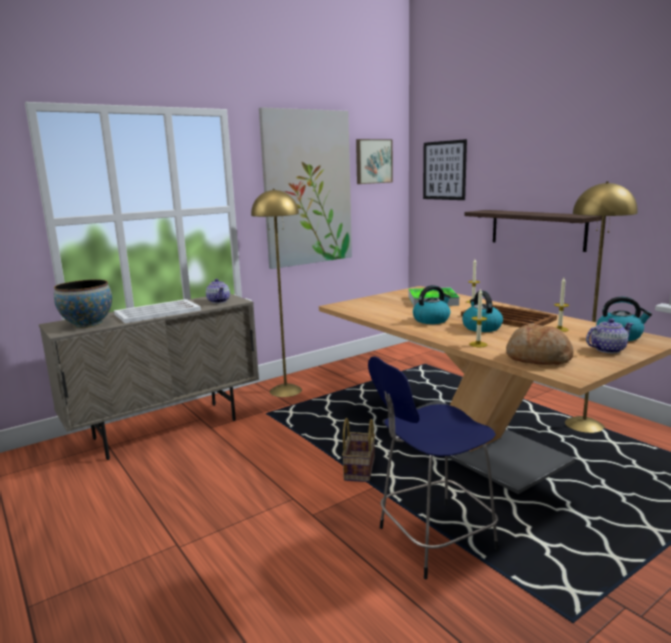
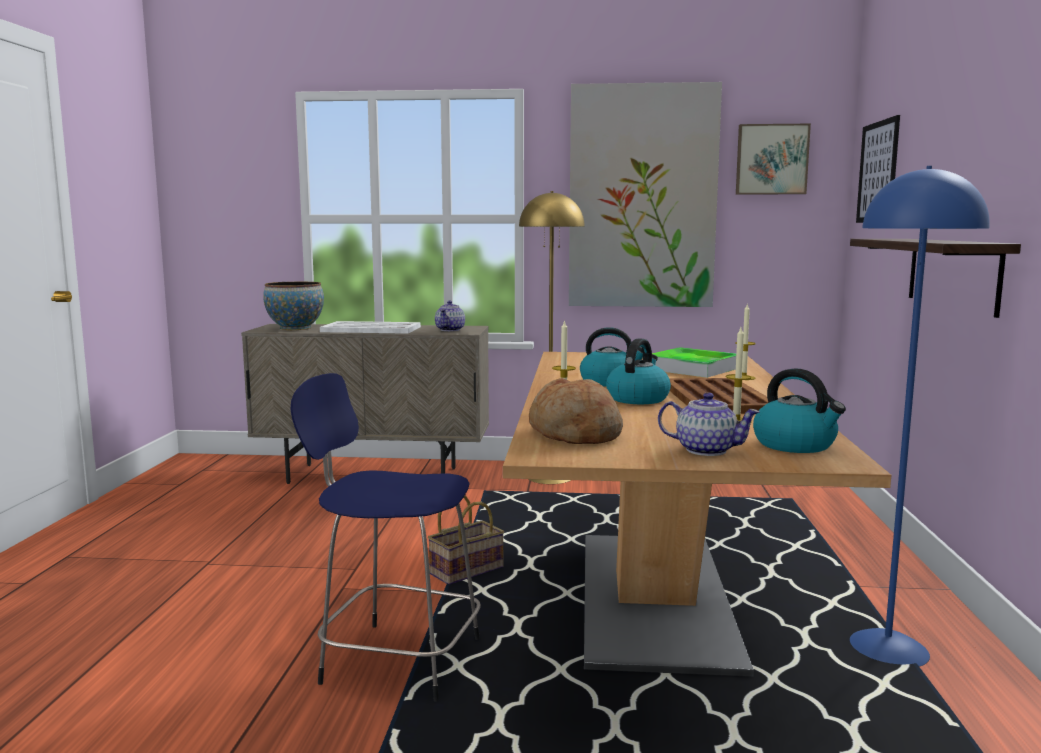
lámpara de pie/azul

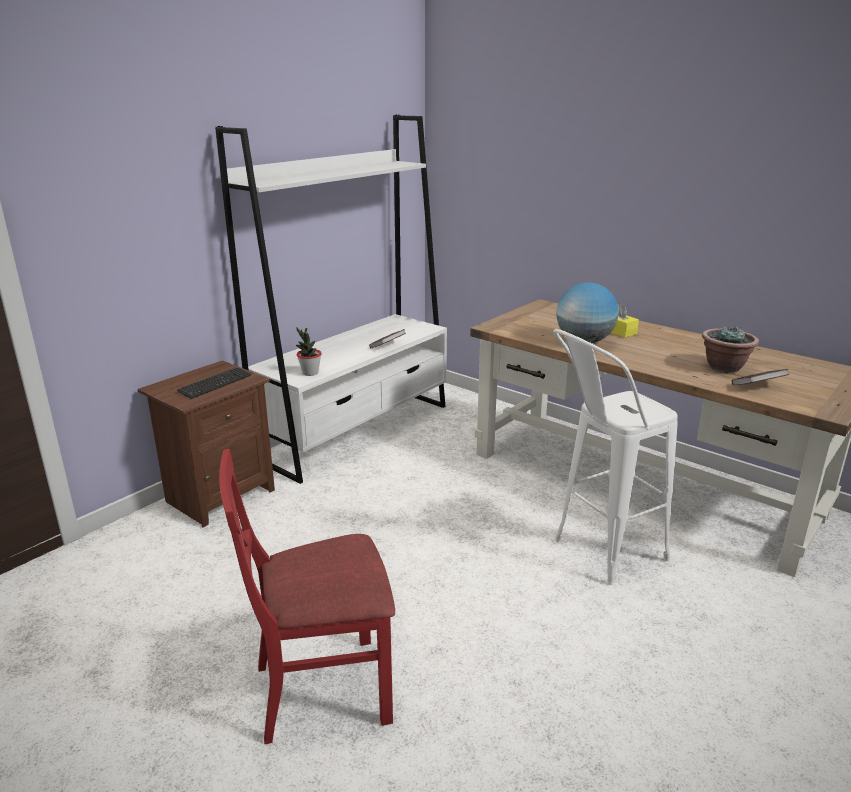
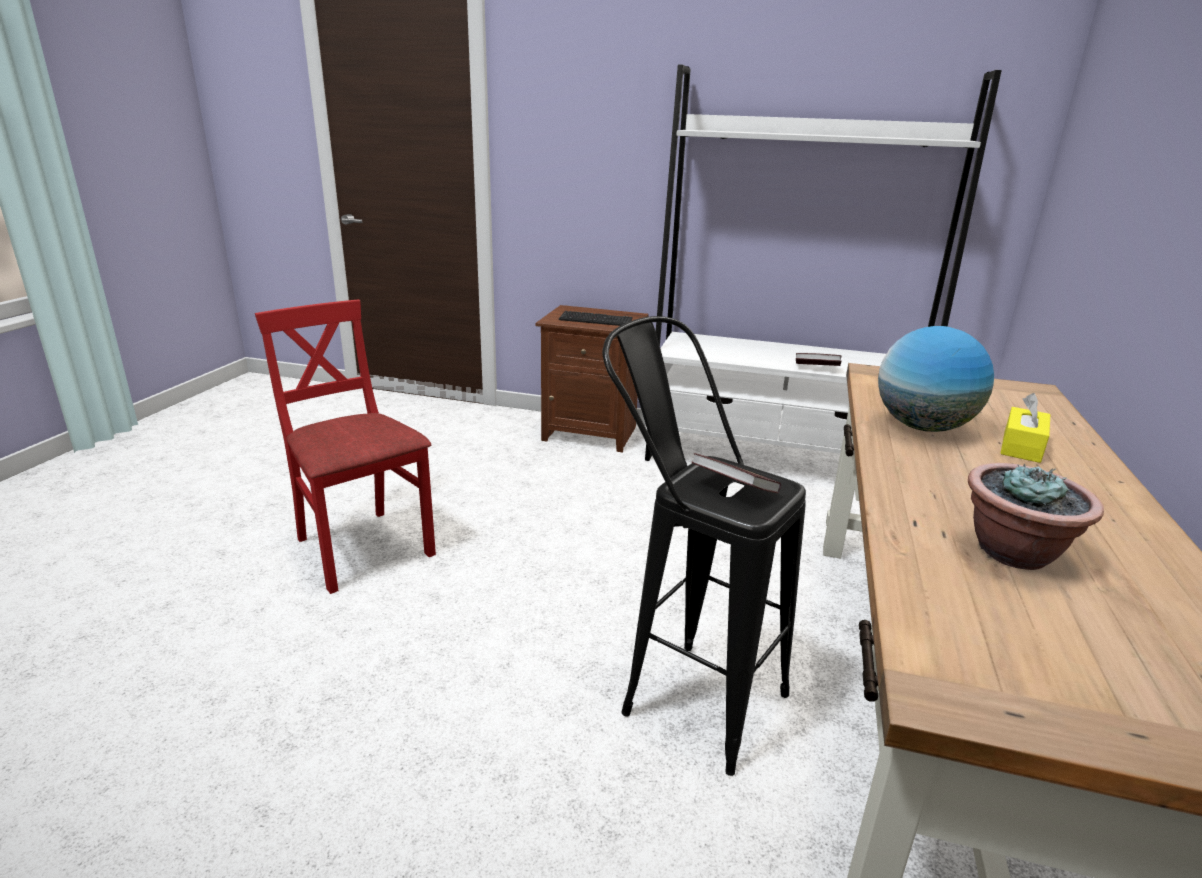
taburete/negro
libro (no. 1 from left)
planta en maceta (no. 1 from left in the first image)

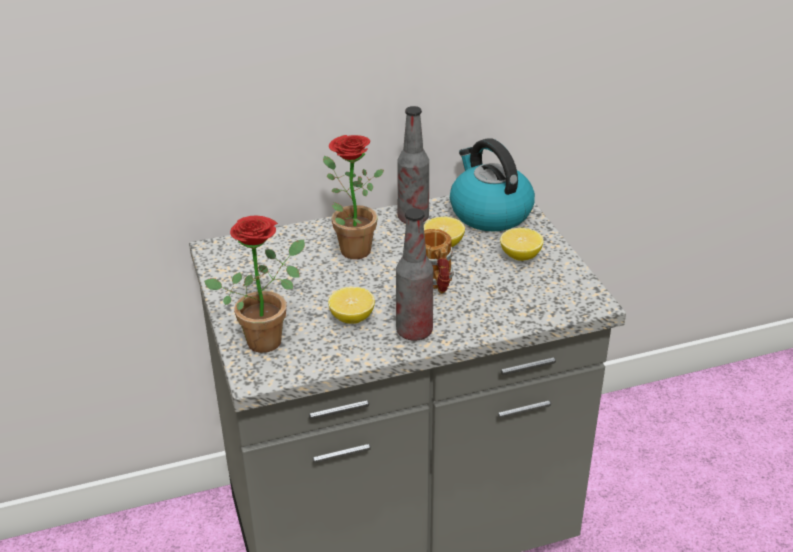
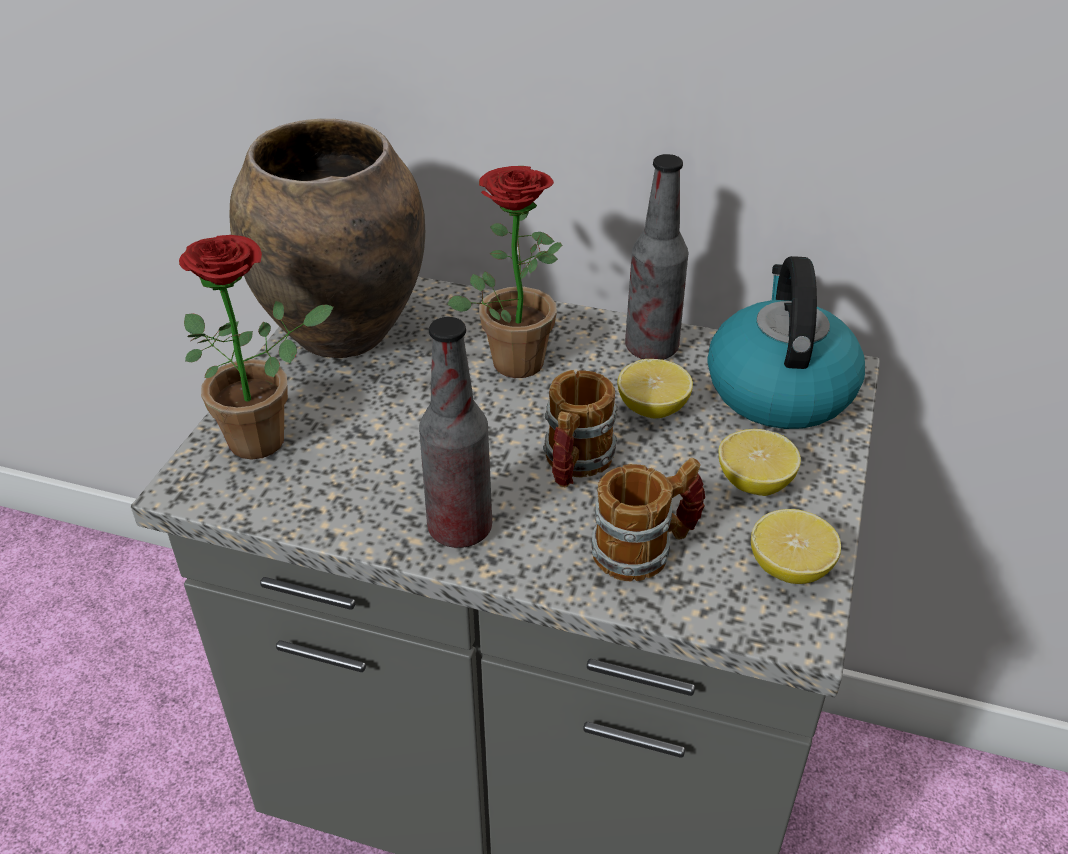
florero/marrón
taza grande (no. 2 from left)
limón (no. 3 from left)

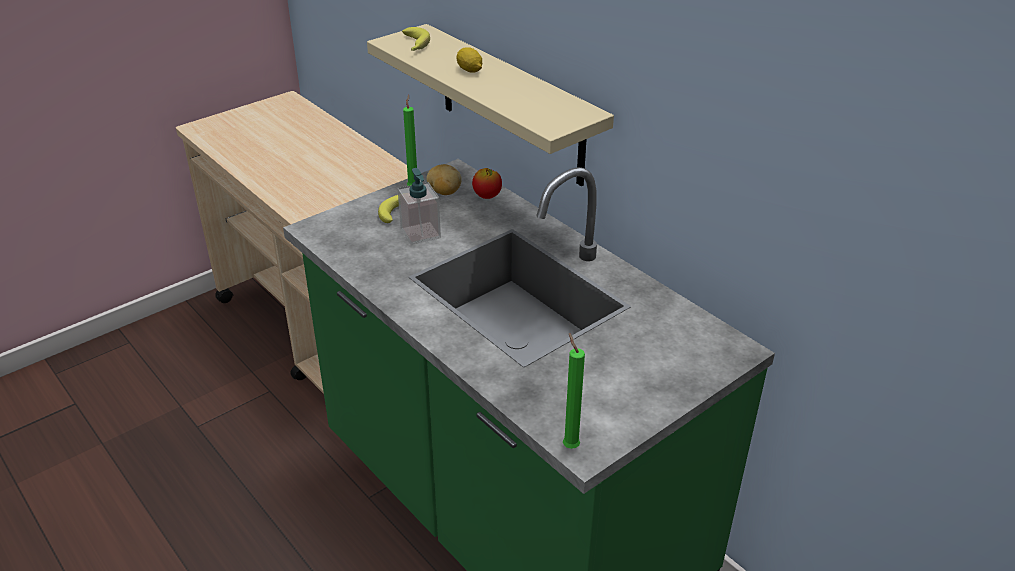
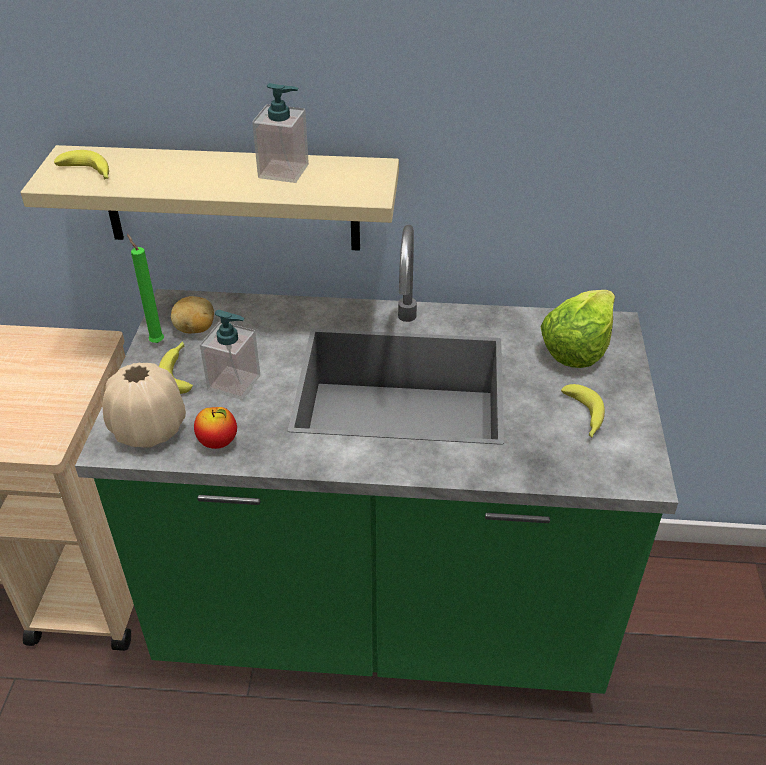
florero/beis
manzana
dispensador de jabón (no. 2 from left)
lechuga
plátano (no. 3 from left)
limón
vela/verde (no. 2 from left in the first image)

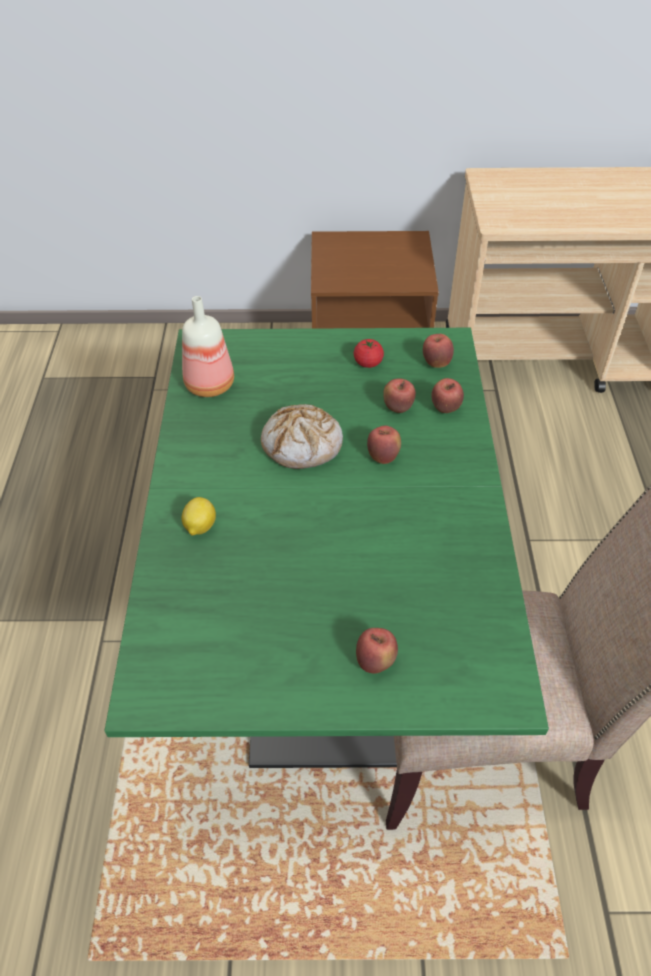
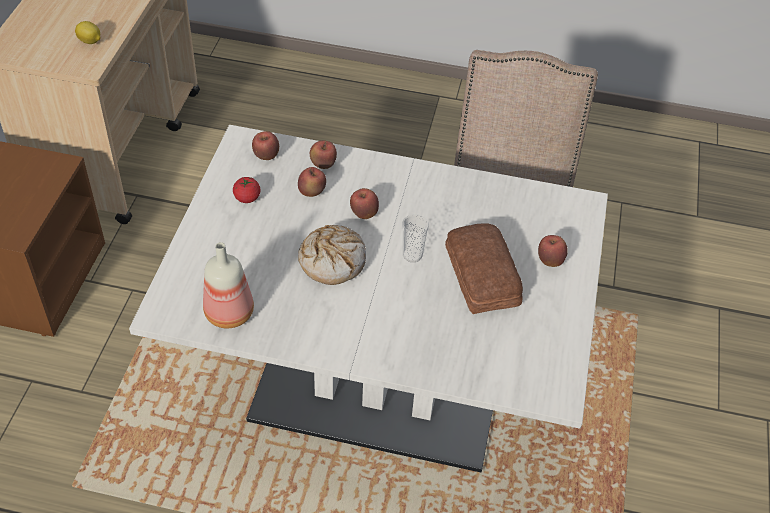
limón
mesa de comedor/blanco
taza
pan (no. 2 from left)

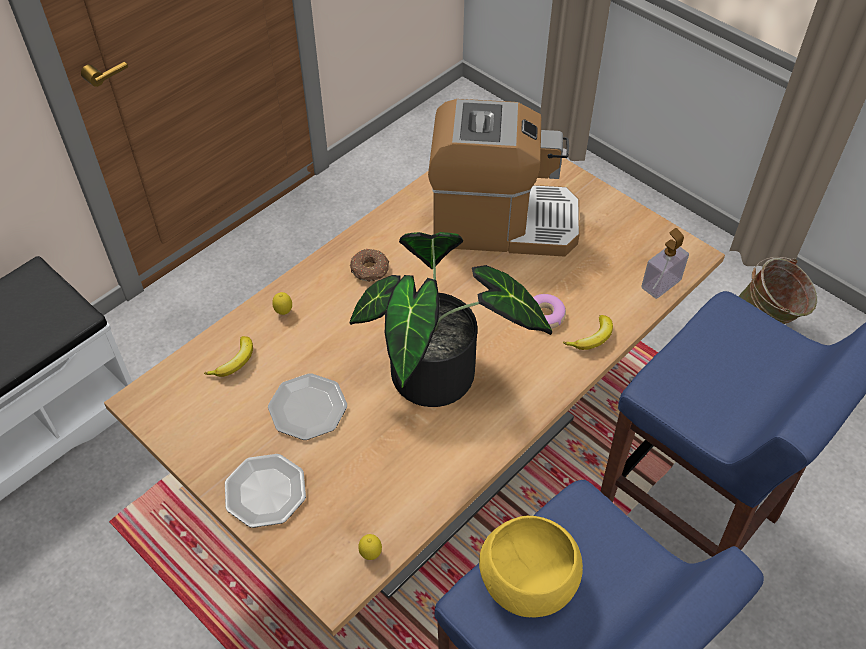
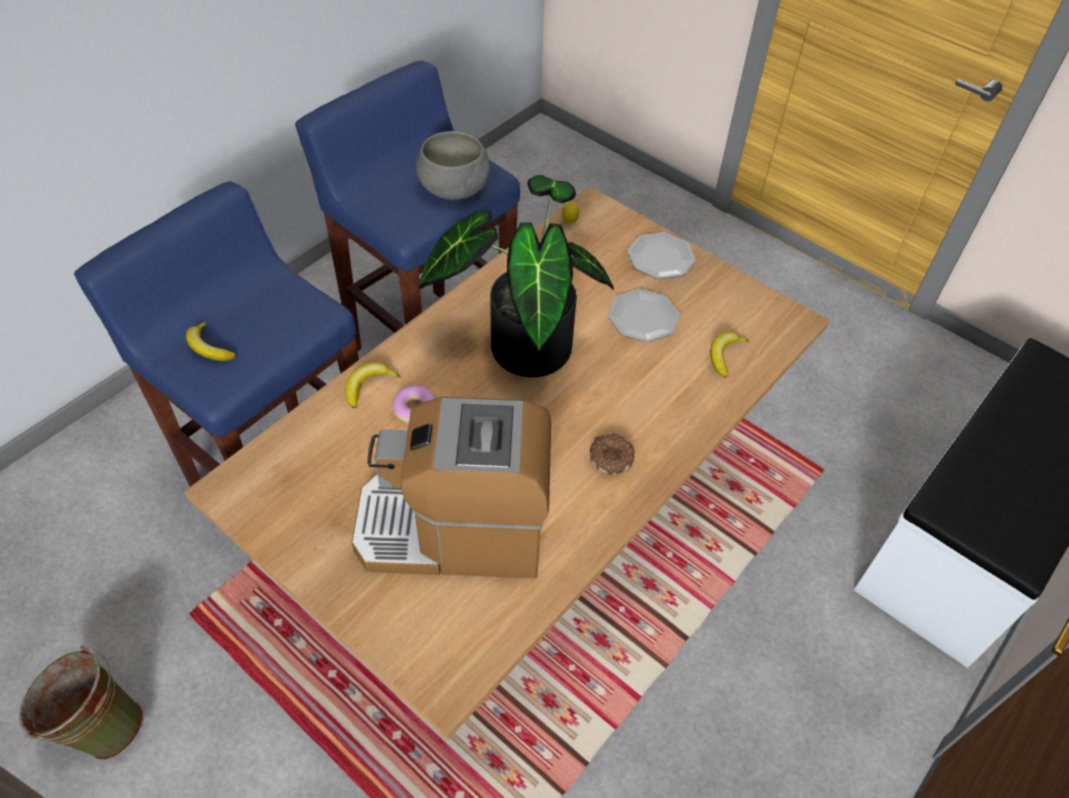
plátano (no. 1 from left)
cuenco/gris
limón (no. 1 from left in the first image)
dispensador de jabón

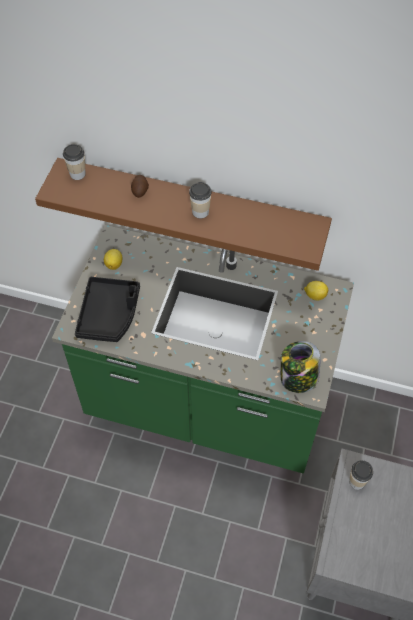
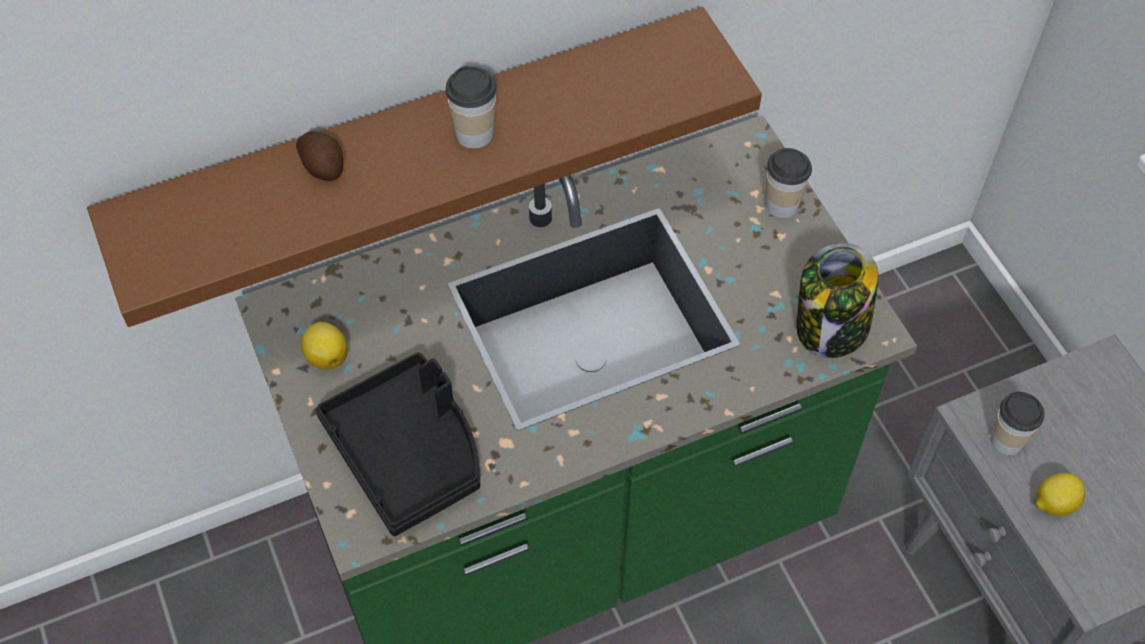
taza (no. 2 from left)
limón (no. 2 from left)

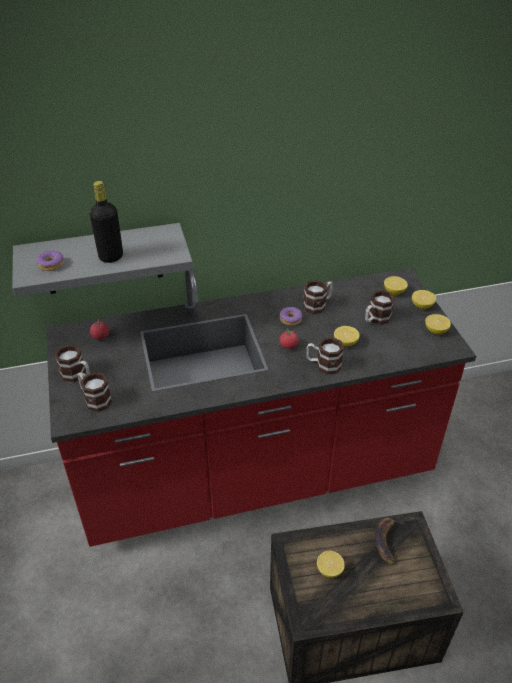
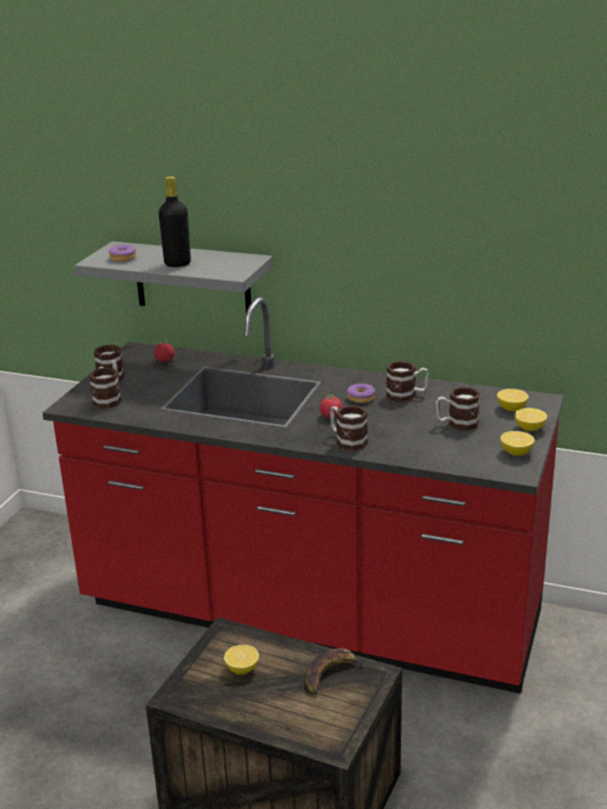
limón (no. 2 from left in the first image)

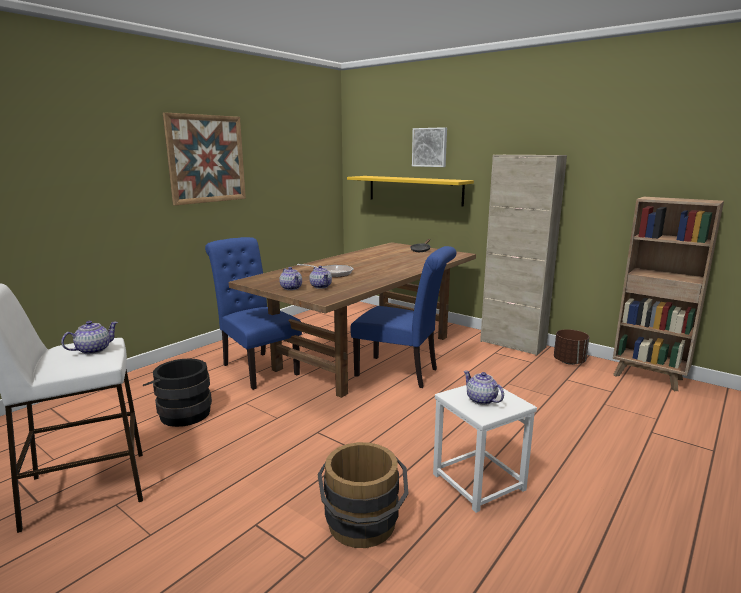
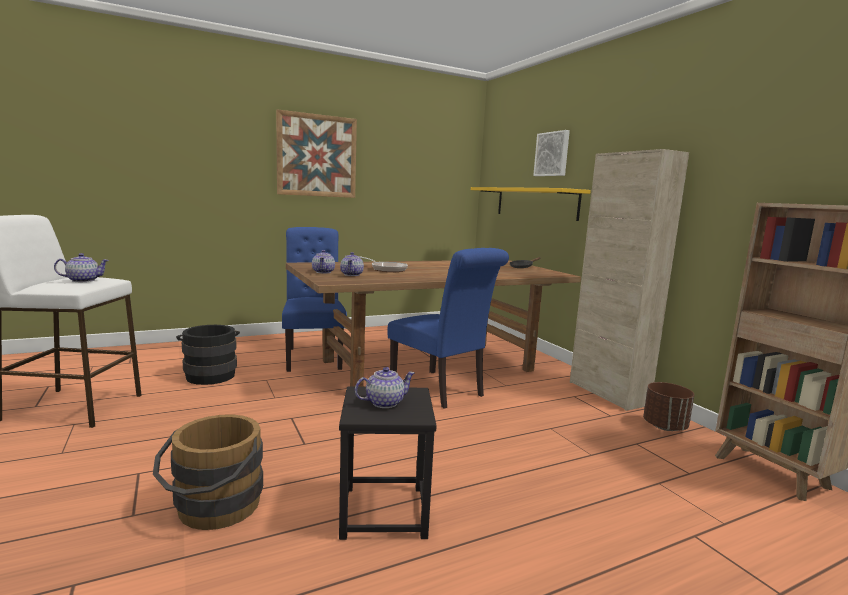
taburete/negro
tetera (no. 4 from left)

